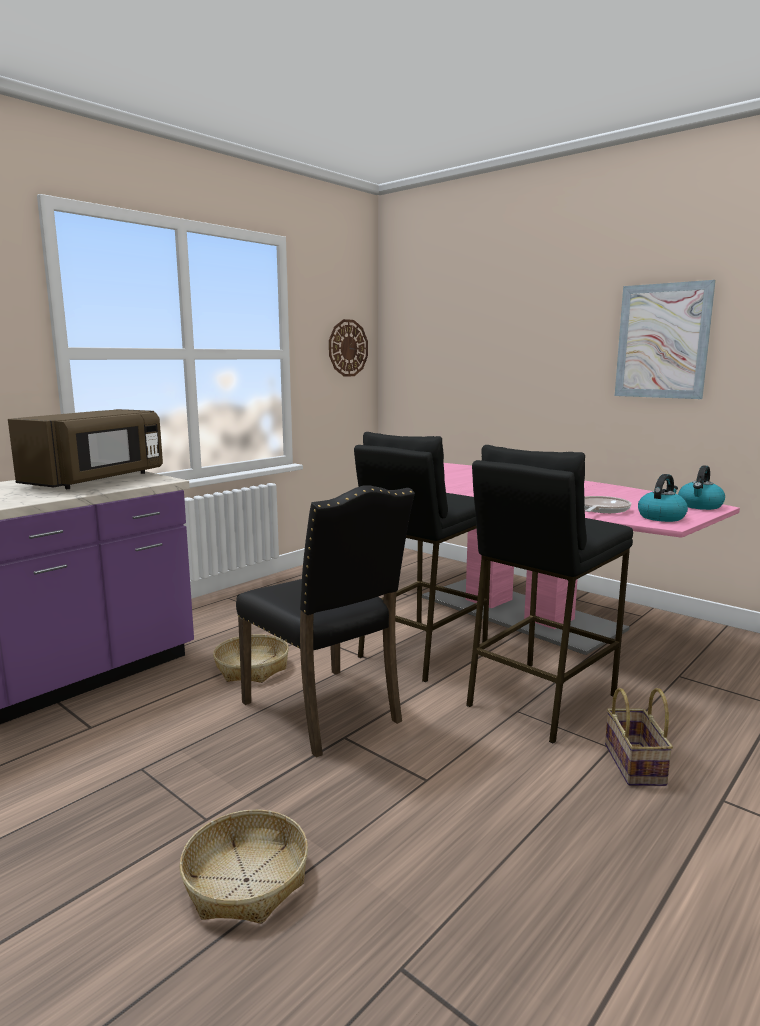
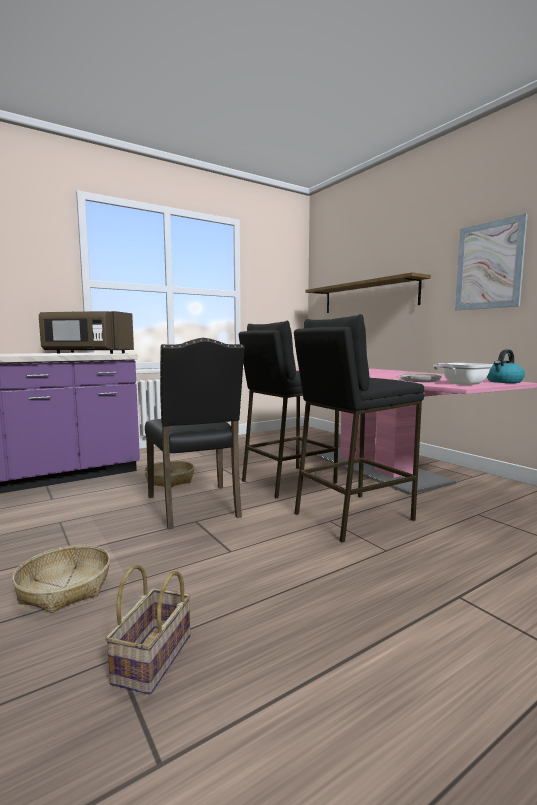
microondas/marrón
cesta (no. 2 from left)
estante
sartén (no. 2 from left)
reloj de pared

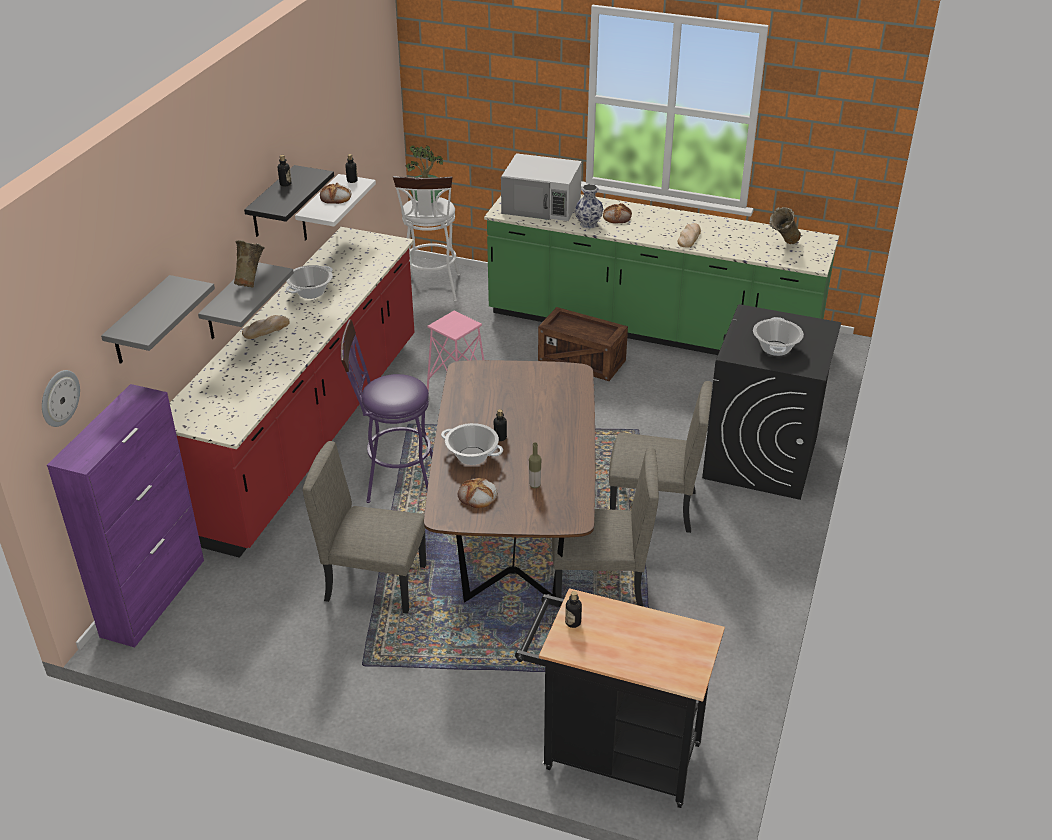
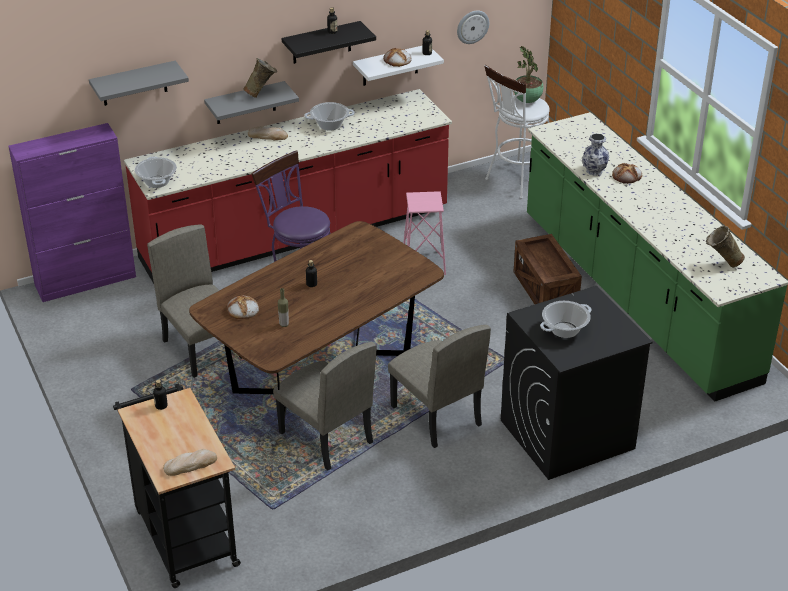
olla (no. 1 from left)
pan (no. 1 from left)
reloj de pared
microondas/blanco

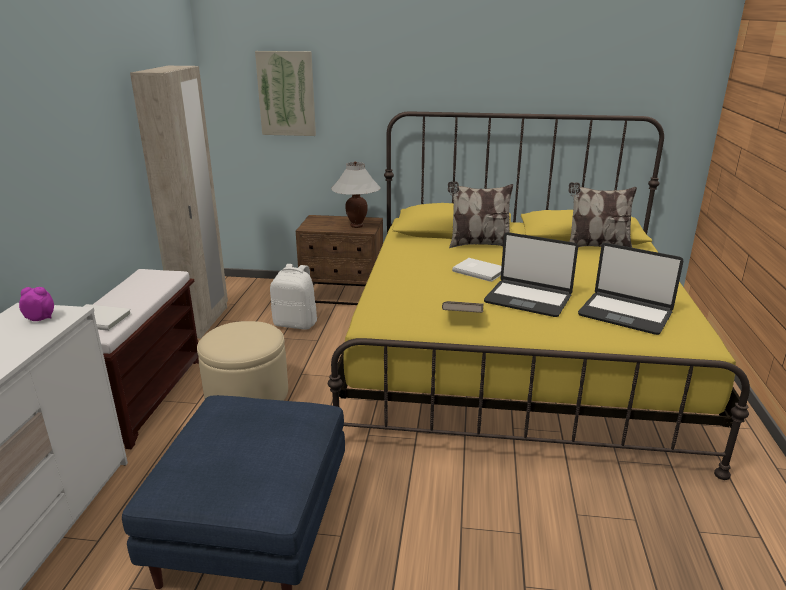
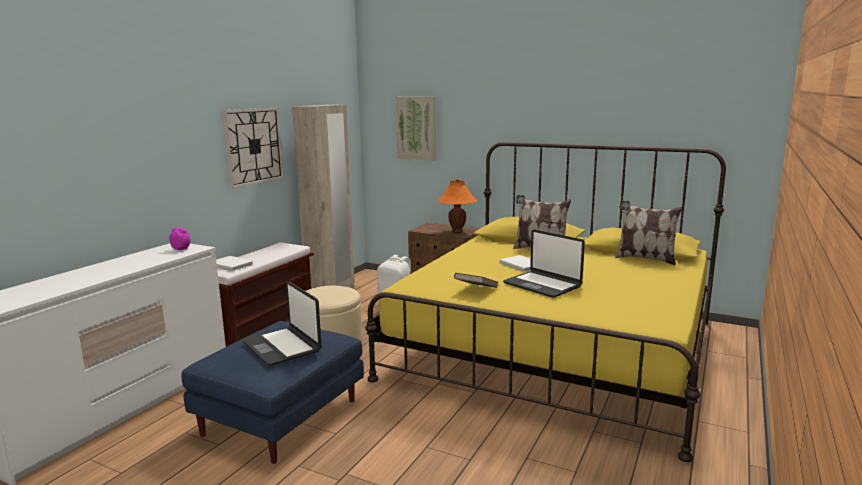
reloj de pared
portátil (no. 1 from left)
lámpara de mesa/naranja

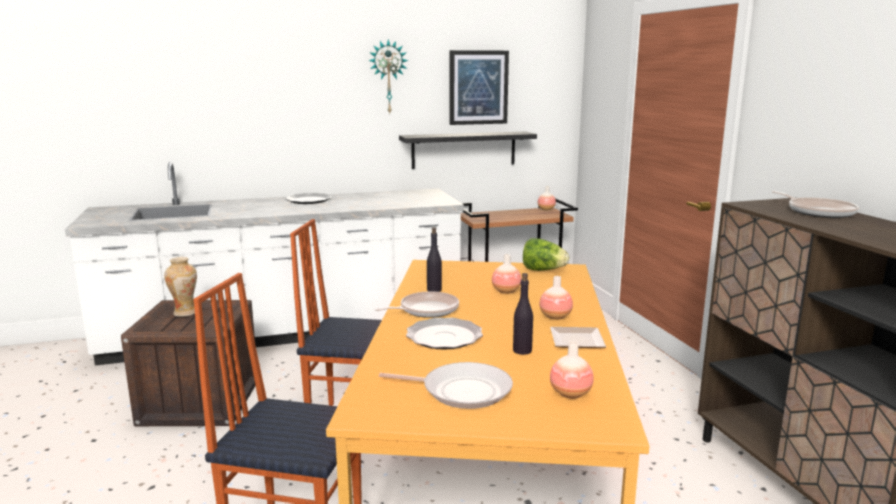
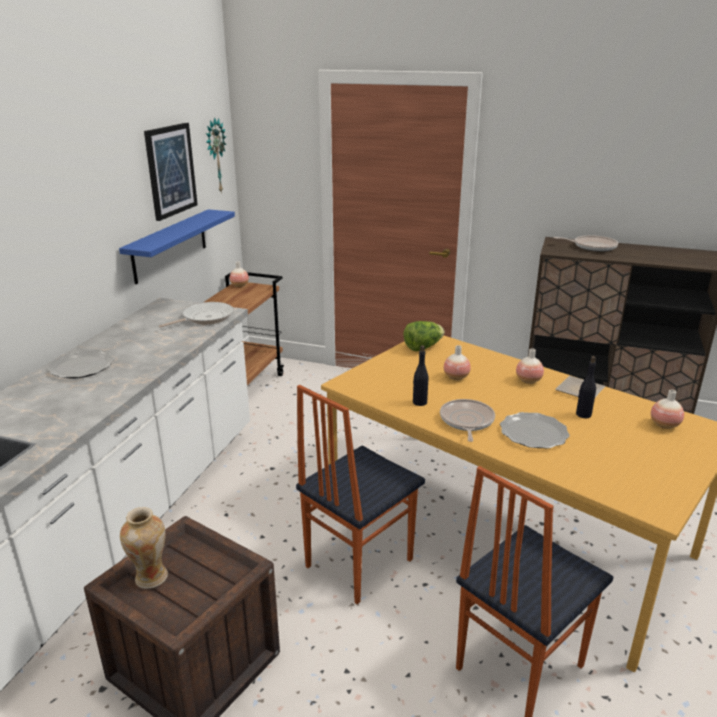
estante/azul
sartén (no. 1 from left)
reloj de pared

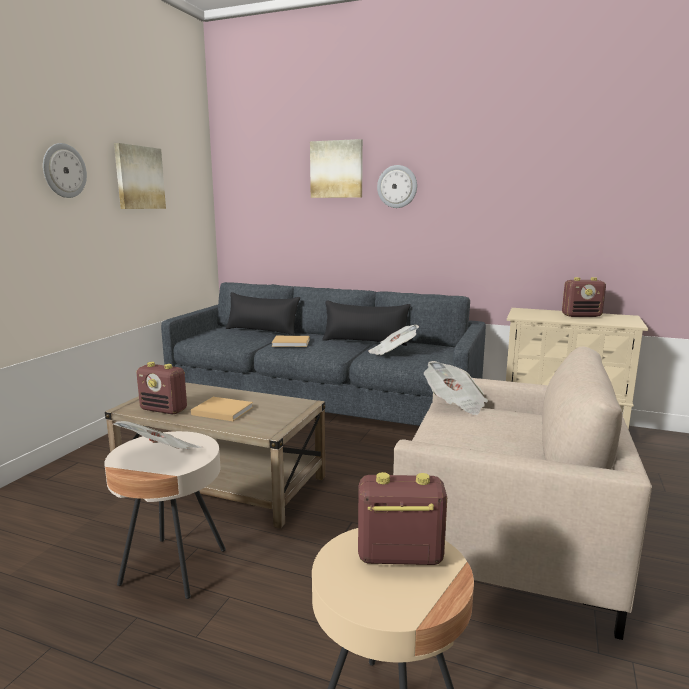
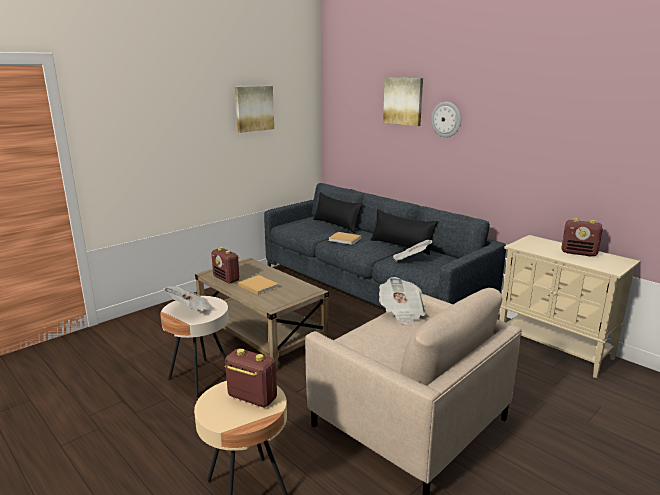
reloj de pared (no. 1 from left in the first image)

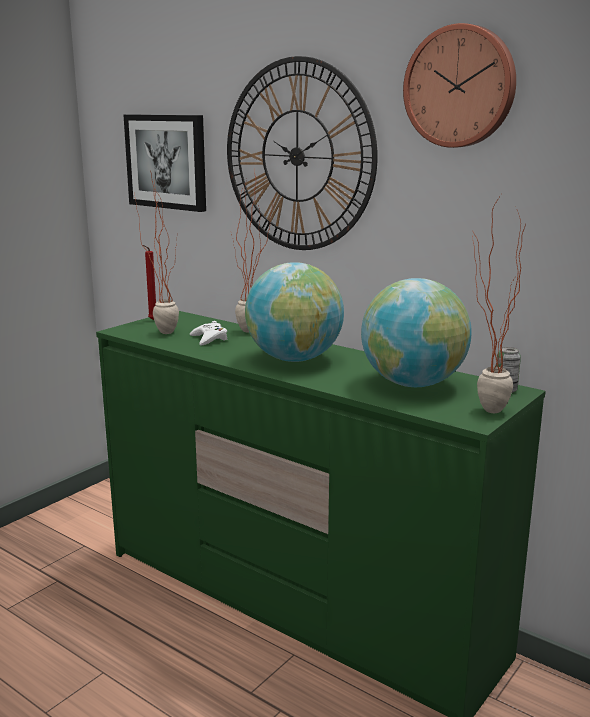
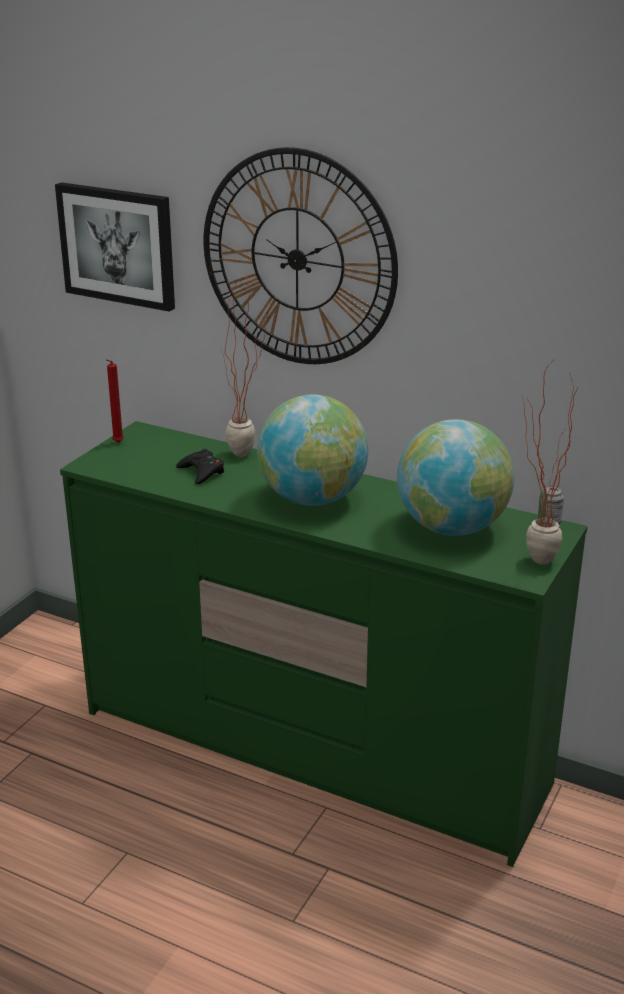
mando de consola/negro
planta en maceta (no. 1 from left in the first image)
reloj de pared (no. 2 from left in the first image)

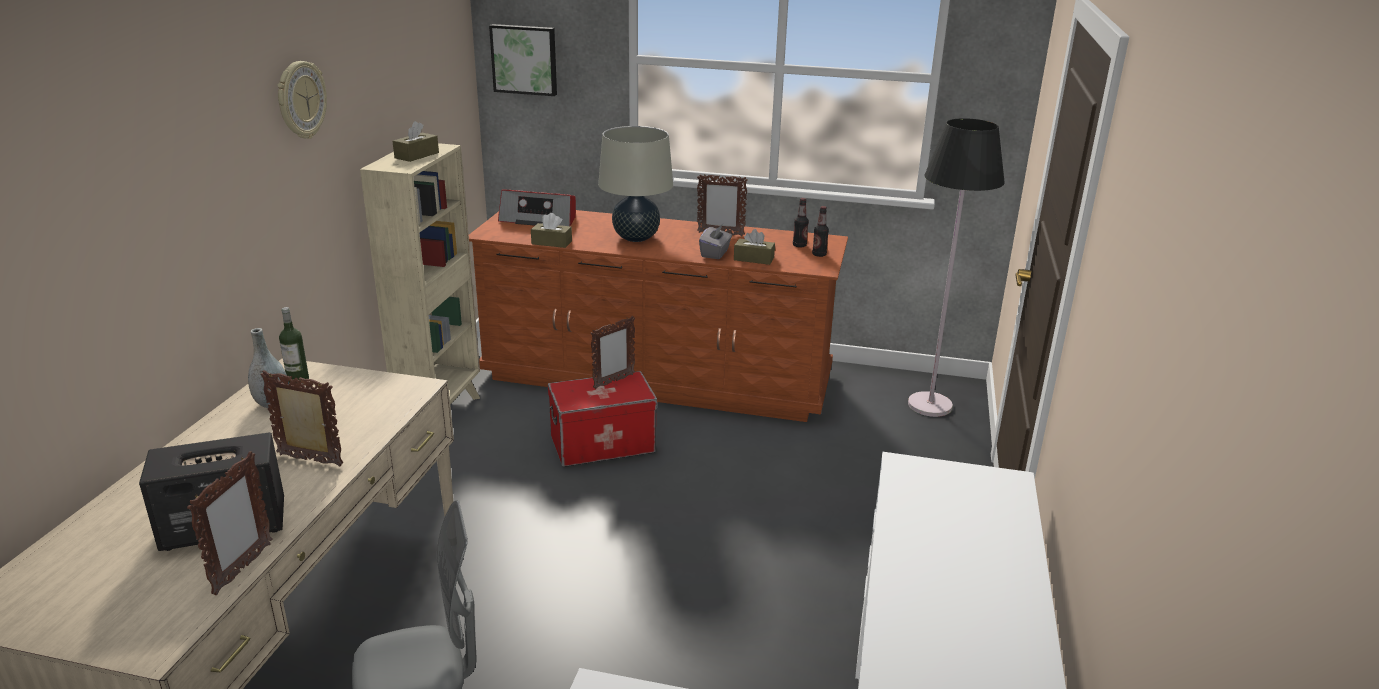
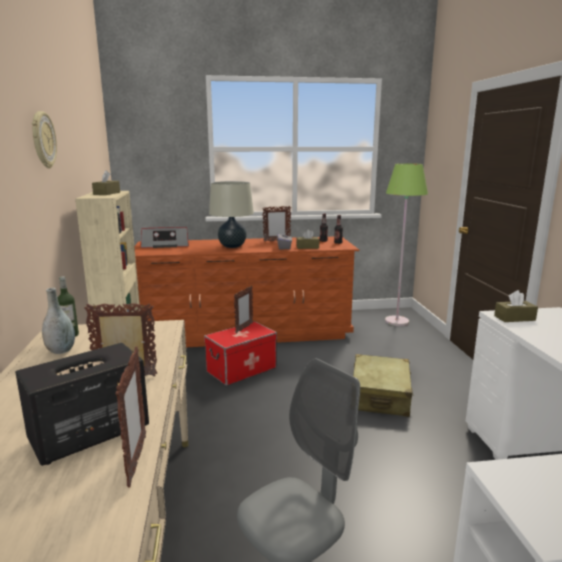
maleta/beis
lámpara de pie/verde
caja de pañuelos/marrón (no. 3 from left)
cuadro

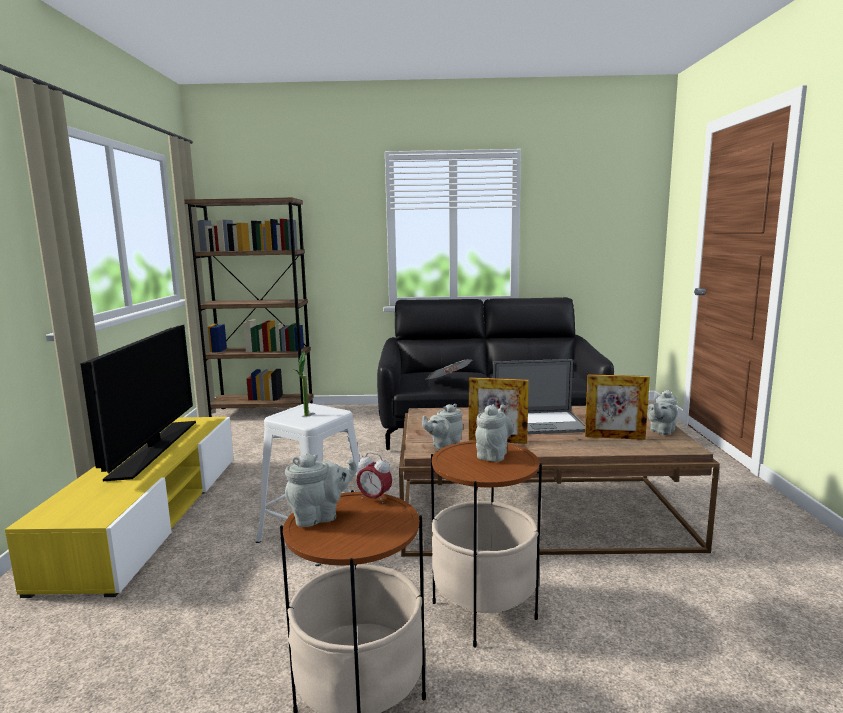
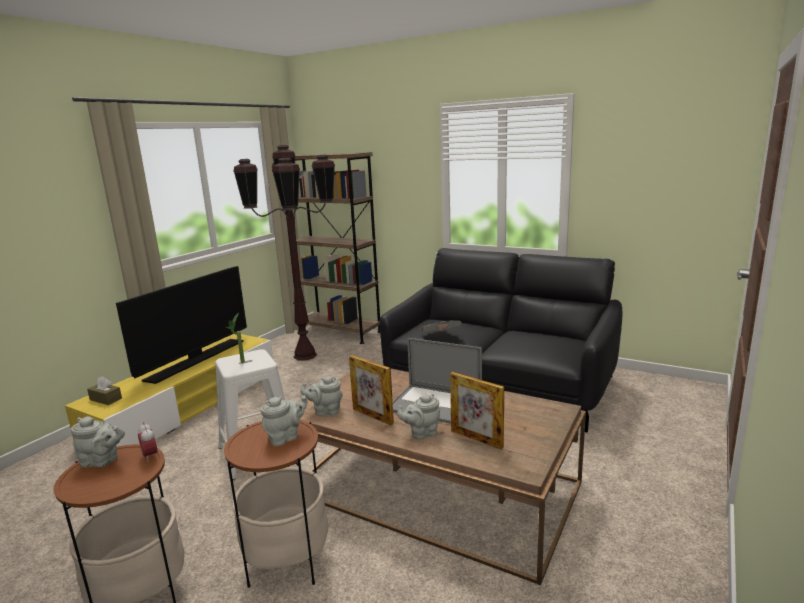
caja de pañuelos/marrón
lámpara de pie/marrón
tetera/gris (no. 4 from left)

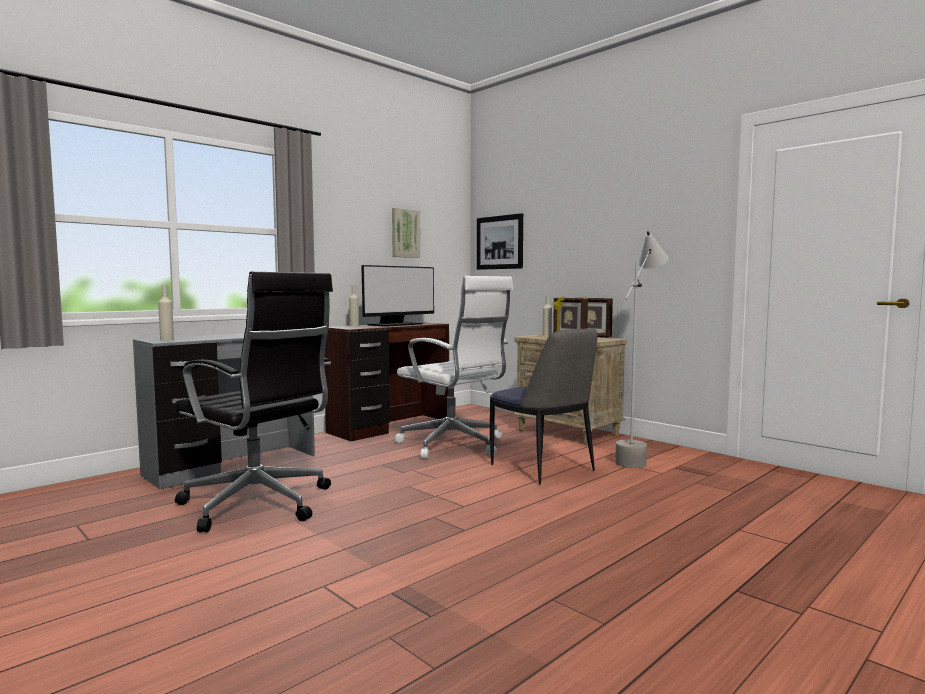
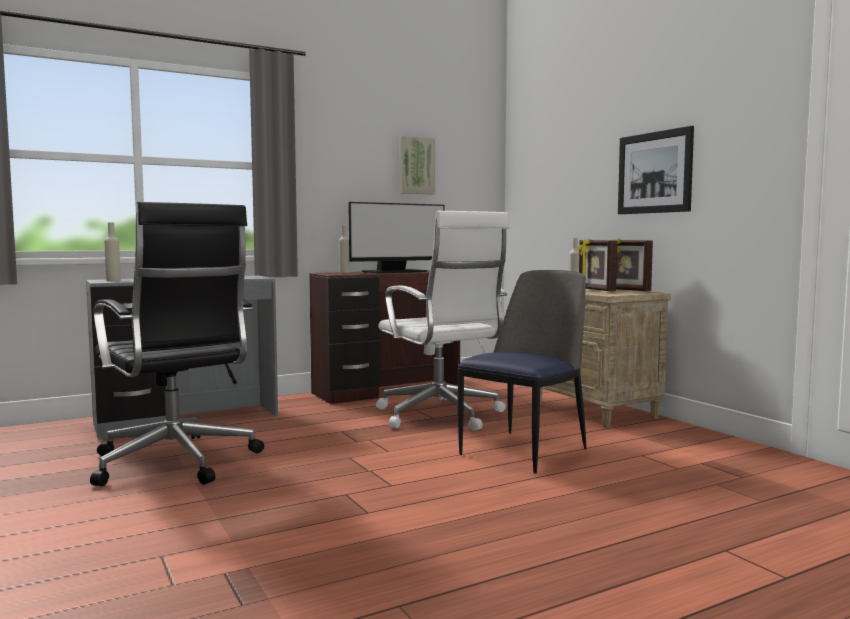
silla
cuadro (no. 2 from left)
lámpara de pie/gris

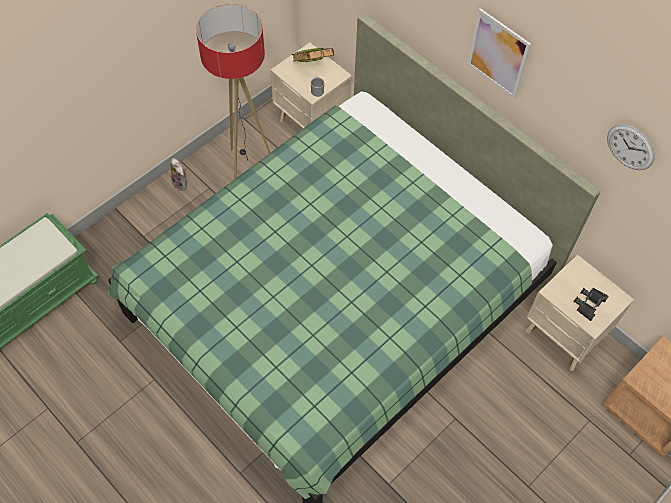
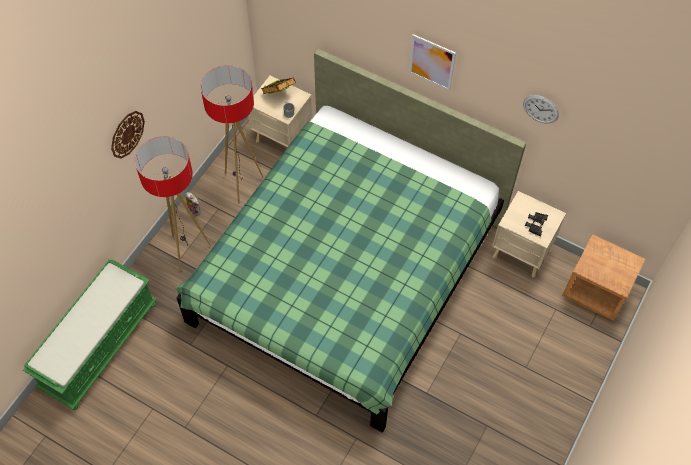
reloj de pared (no. 1 from left)
lámpara de pie (no. 1 from left)

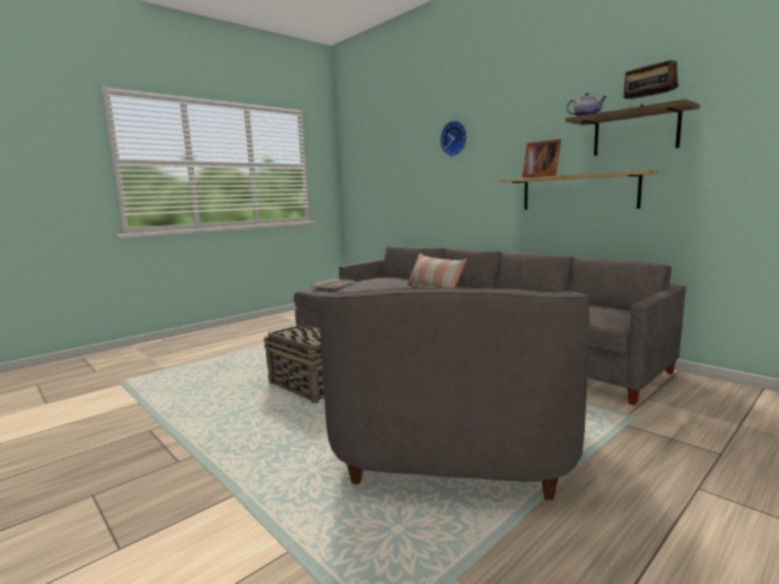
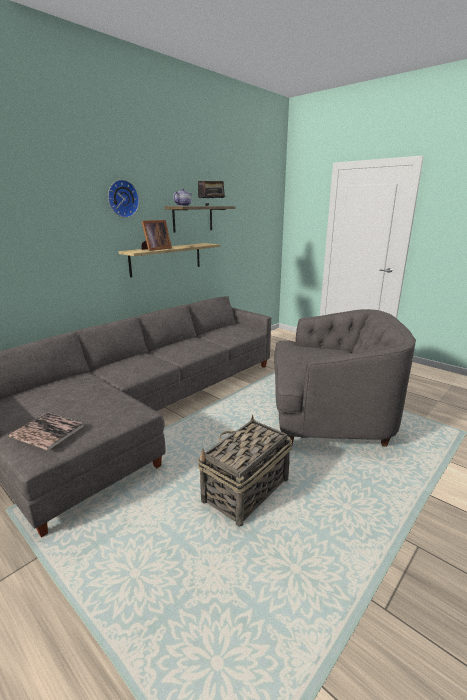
reloj de pared
cojín

